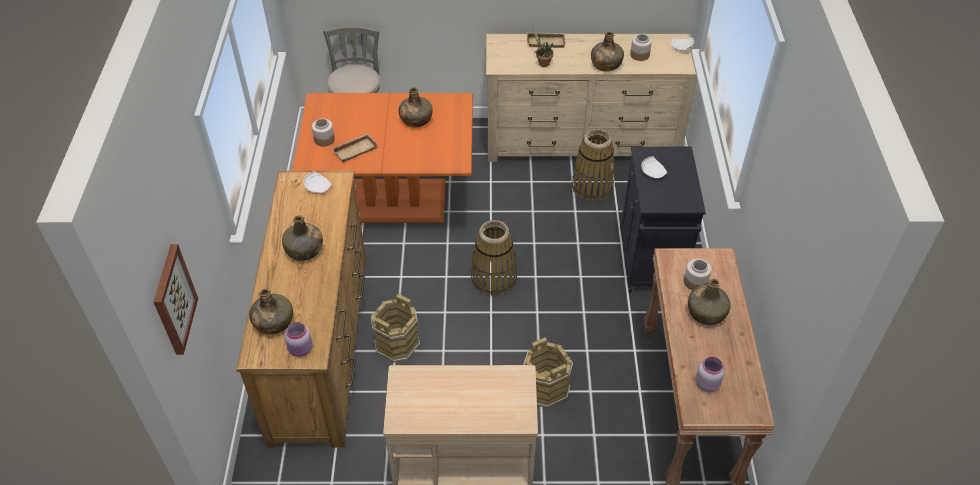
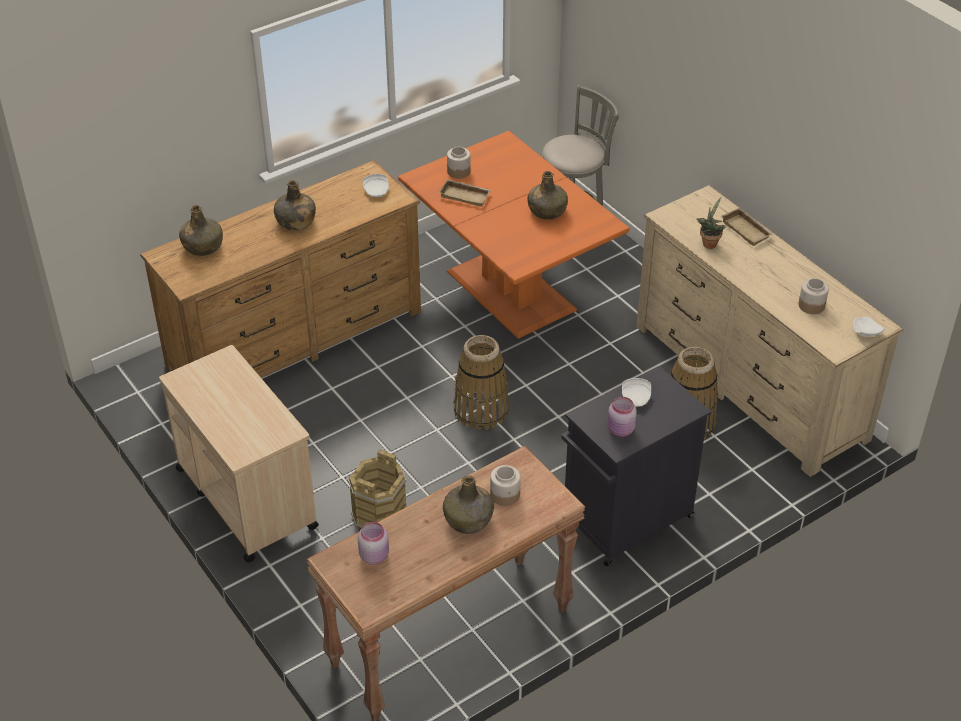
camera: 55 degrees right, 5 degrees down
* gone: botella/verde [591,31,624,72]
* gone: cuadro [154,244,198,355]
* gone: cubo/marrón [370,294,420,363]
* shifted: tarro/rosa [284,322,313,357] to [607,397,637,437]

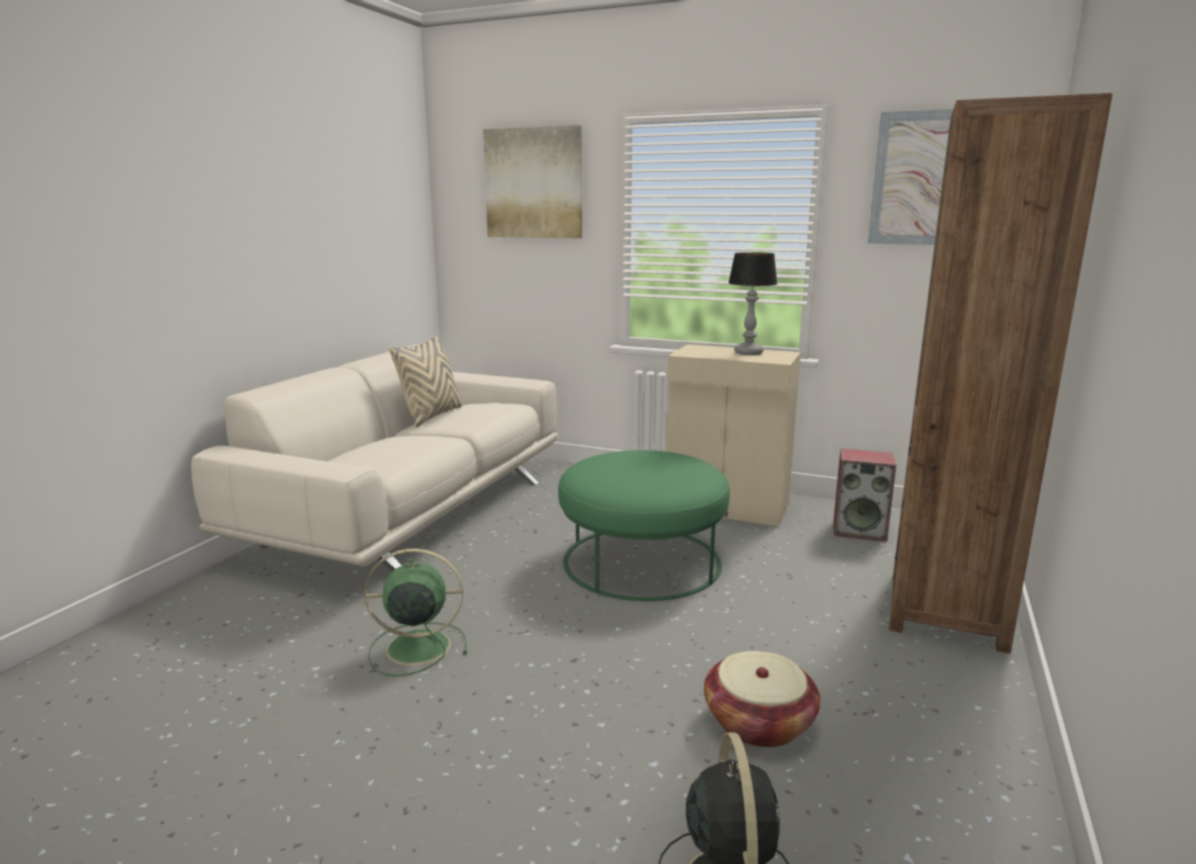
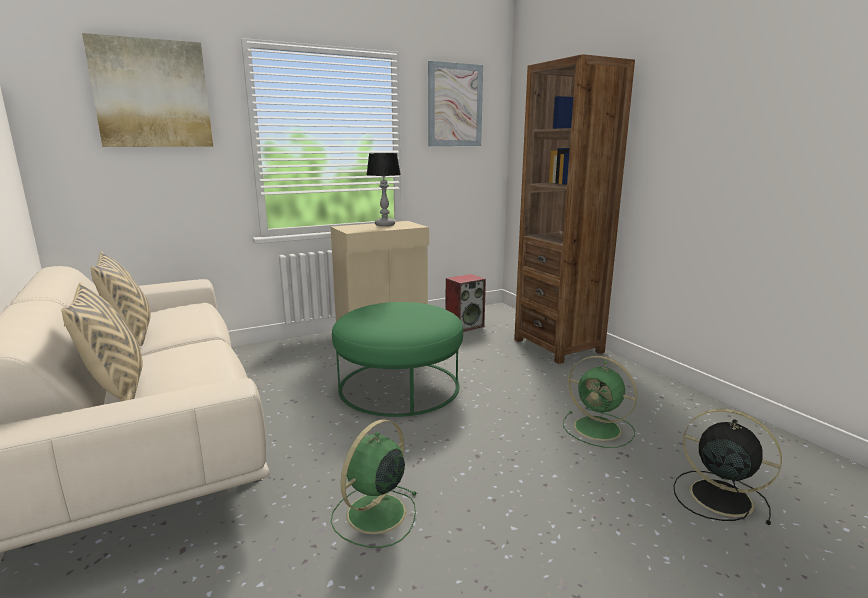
camera: 50 degrees left, 0 degrees up
* swapped: cesta [704,651,820,748] to ventilador/verde [563,356,637,448]
* new: cojín/beis [61,282,143,401]

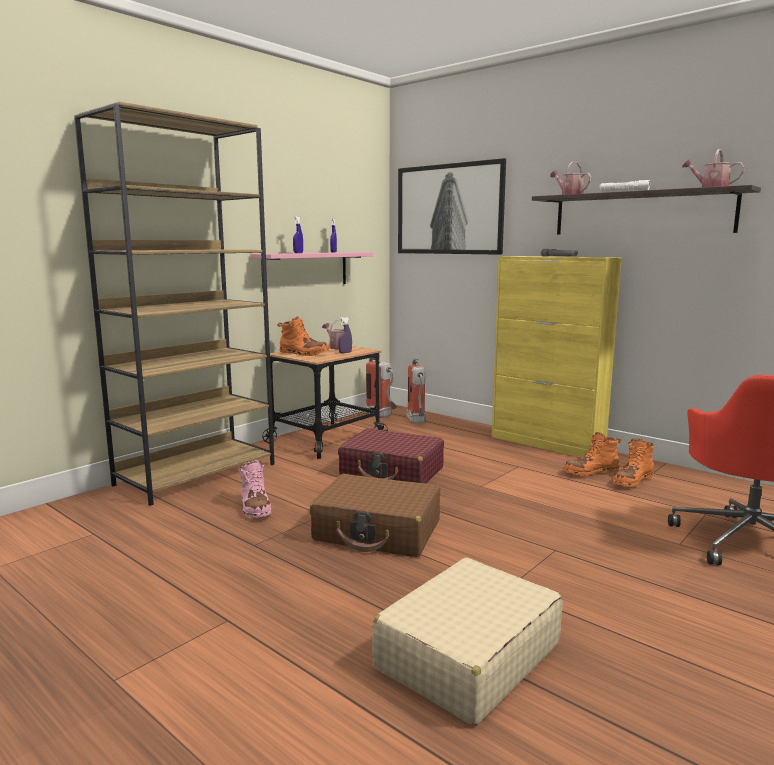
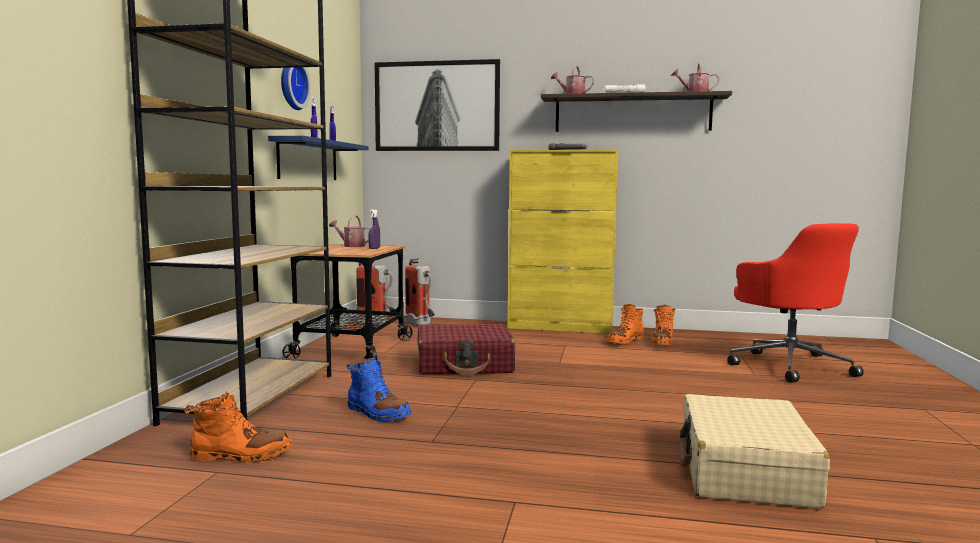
camera: 30 degrees left, 5 degrees down
* repainted: estante/rosa [250,252,373,290] to estante/azul [268,136,369,180]
* shifted: bota/naranja [277,316,329,356] to [184,391,292,462]
* repainted: bota/rosa [238,460,272,519] to bota/azul [346,358,412,422]
* gone: maleta/marrón [310,474,440,557]
* new: reloj de pared [281,67,311,110]

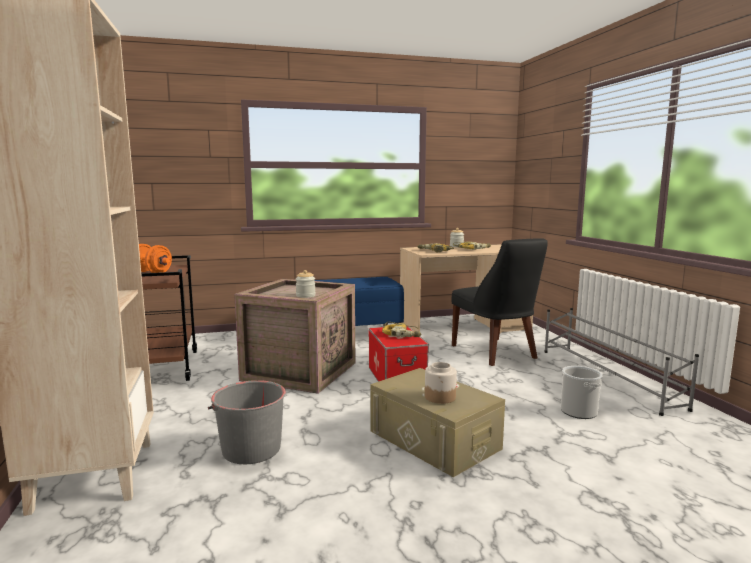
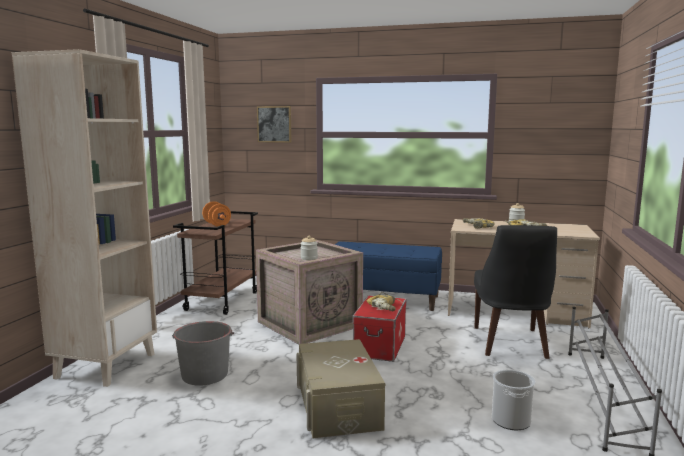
camera: 30 degrees right, 0 degrees up
* gone: tarro [425,362,457,404]
* new: cuadro [257,106,292,143]

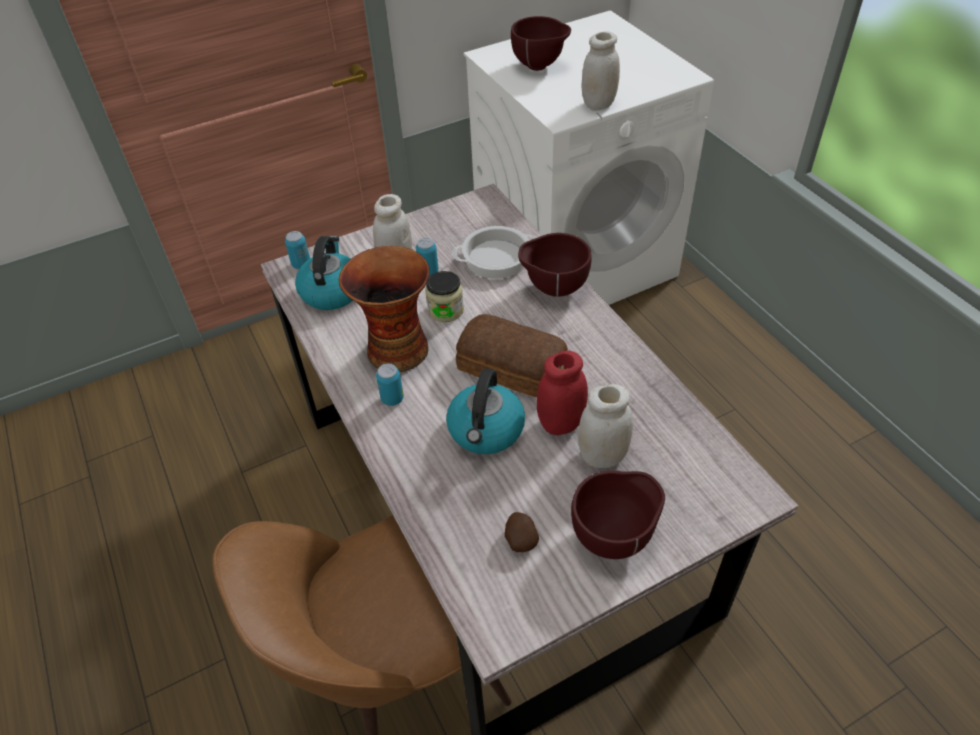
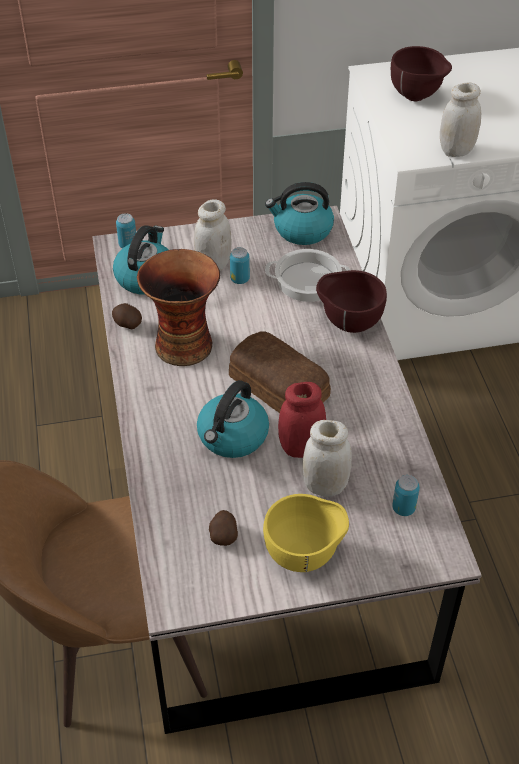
camera: 15 degrees right, 0 degrees up
* gone: tarro [425,271,464,322]
* shifted: lata [376,363,404,406] to [392,475,420,516]
* repainted: cuenco/marrón [571,471,665,559] to cuenco/amarillo [263,494,349,572]
* new: hervidor [265,182,334,245]
* new: patata [112,303,142,330]

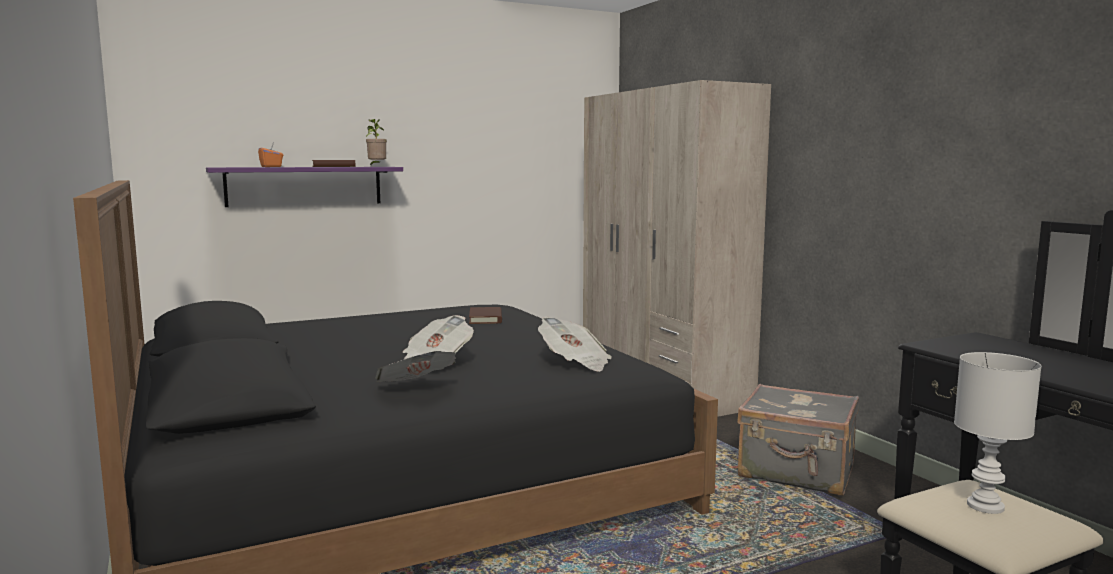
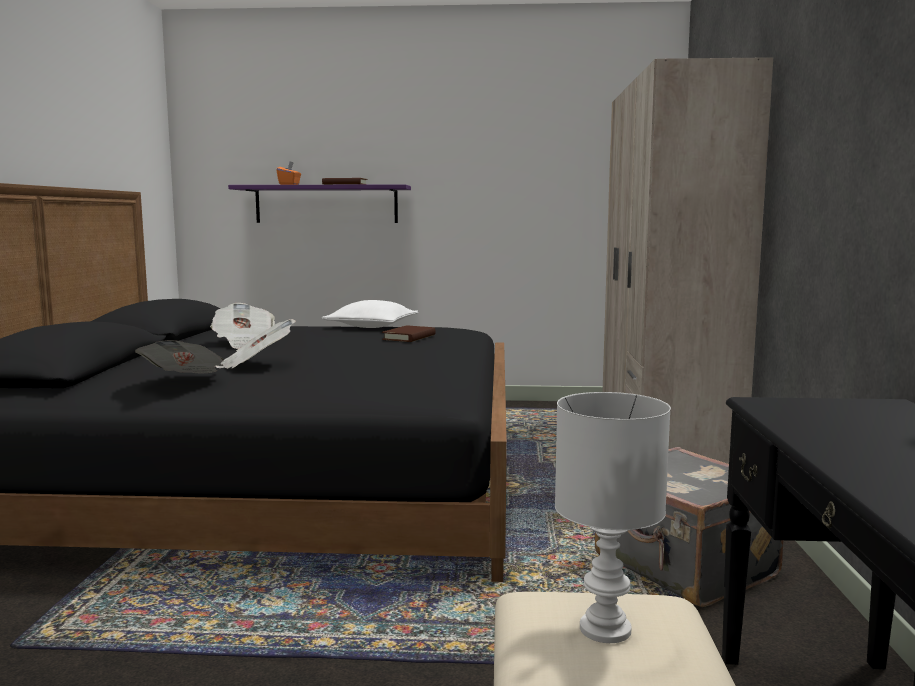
camera: 30 degrees right, 0 degrees up
* gone: planta en maceta [366,119,387,165]
* shifted: periódico [538,317,612,372] to [211,303,275,349]
* new: cojín/blanco [322,300,419,328]

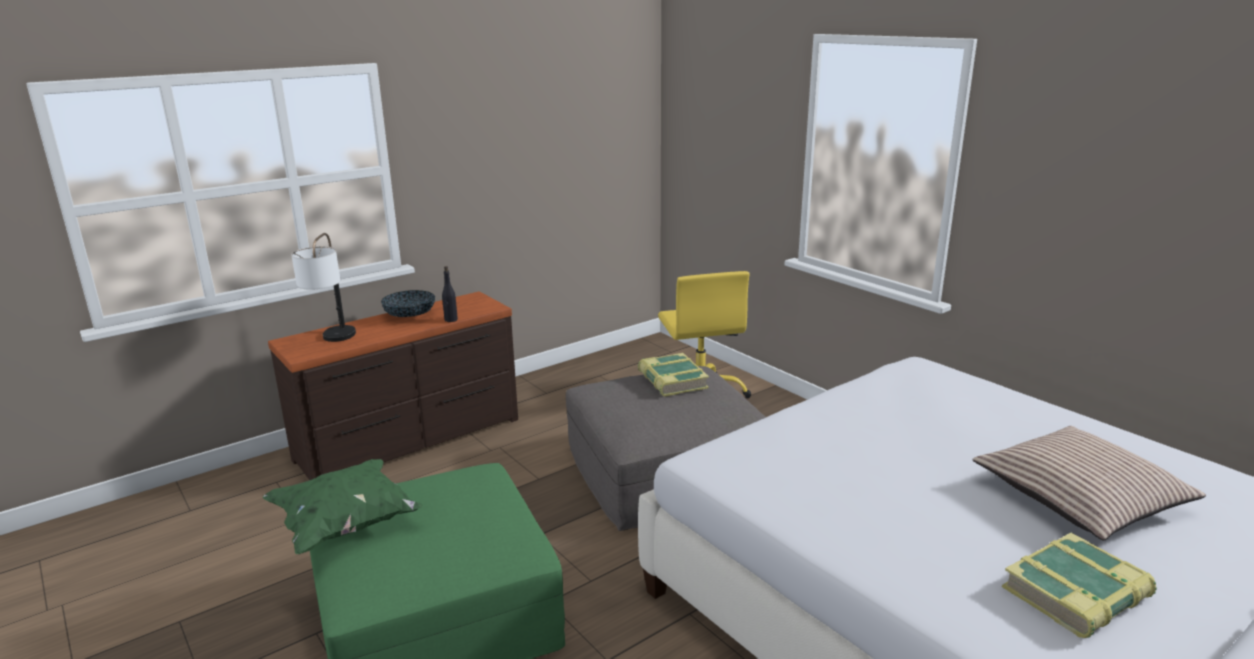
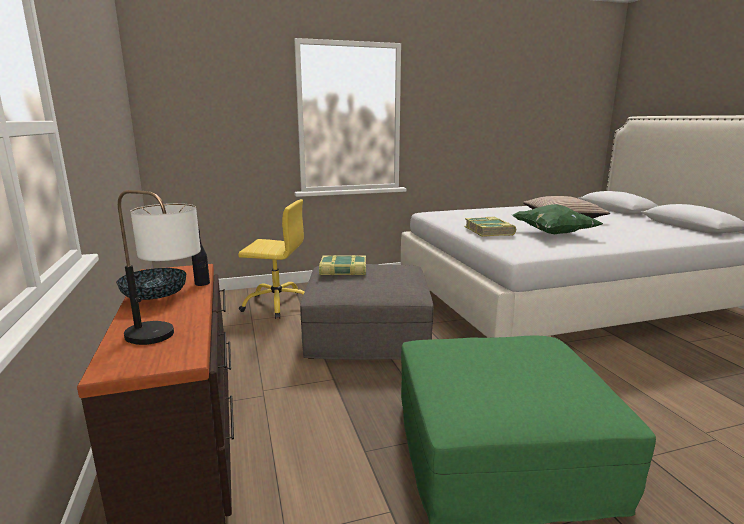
camera: 70 degrees left, 5 degrees down
* shifted: cojín/verde [263,459,422,554] to [512,204,603,234]
* shifted: libro [1002,533,1157,638] to [464,216,516,237]

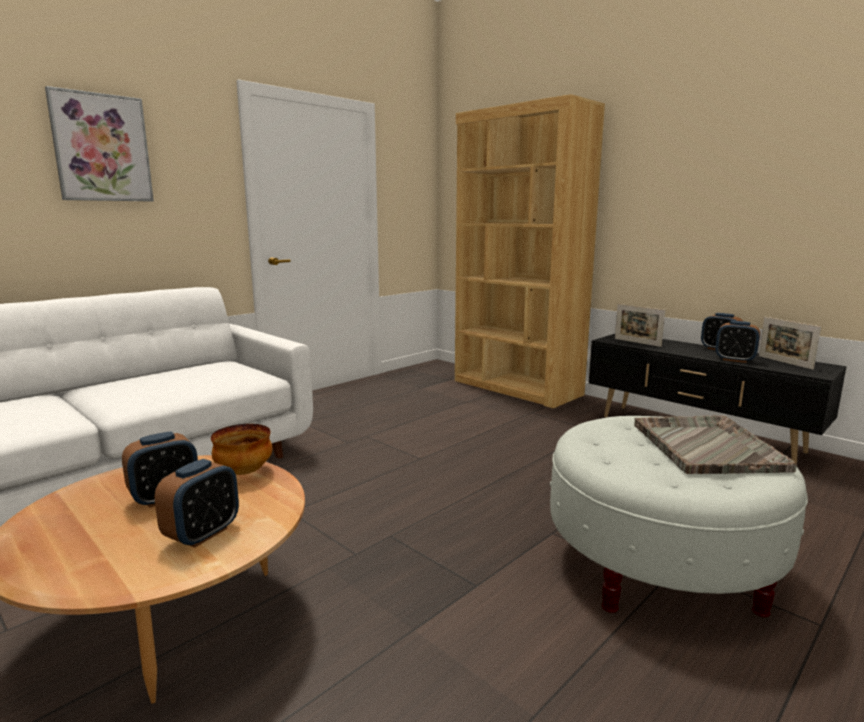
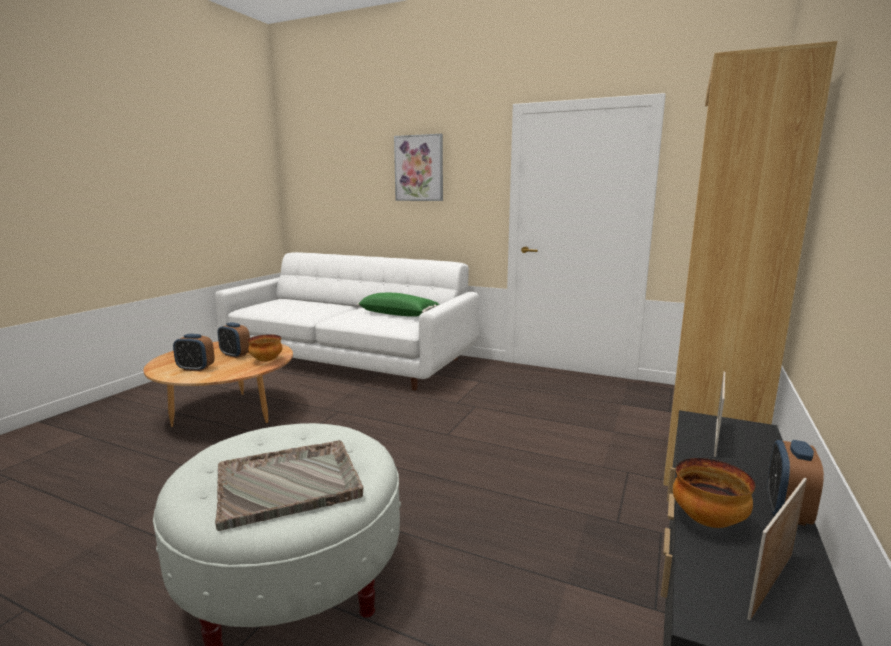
camera: 70 degrees right, 0 degrees up
* swapped: despertador [715,321,760,363] to cuenco [673,458,755,528]
* new: cojín/verde [357,293,440,317]

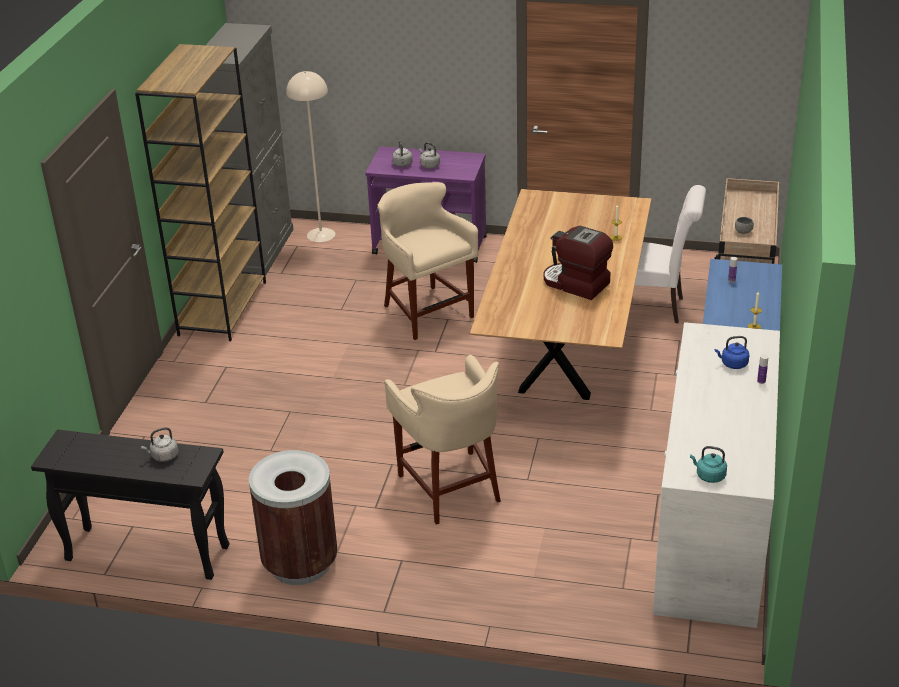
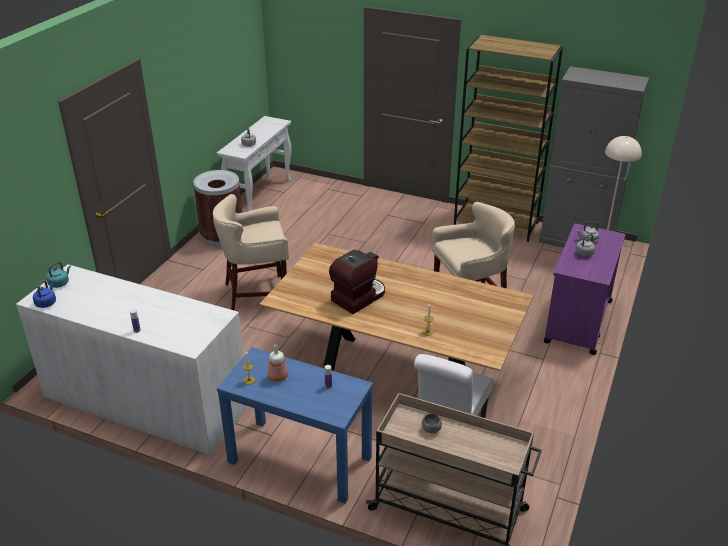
camera: 100 degrees right, 0 degrees up
* shifted: hervidor/azul [715,336,749,369] to [33,280,56,308]
* repainted: mesa consola/negro [31,429,229,580] to mesa consola/blanco [217,116,291,211]
* new: botella [268,344,288,382]

